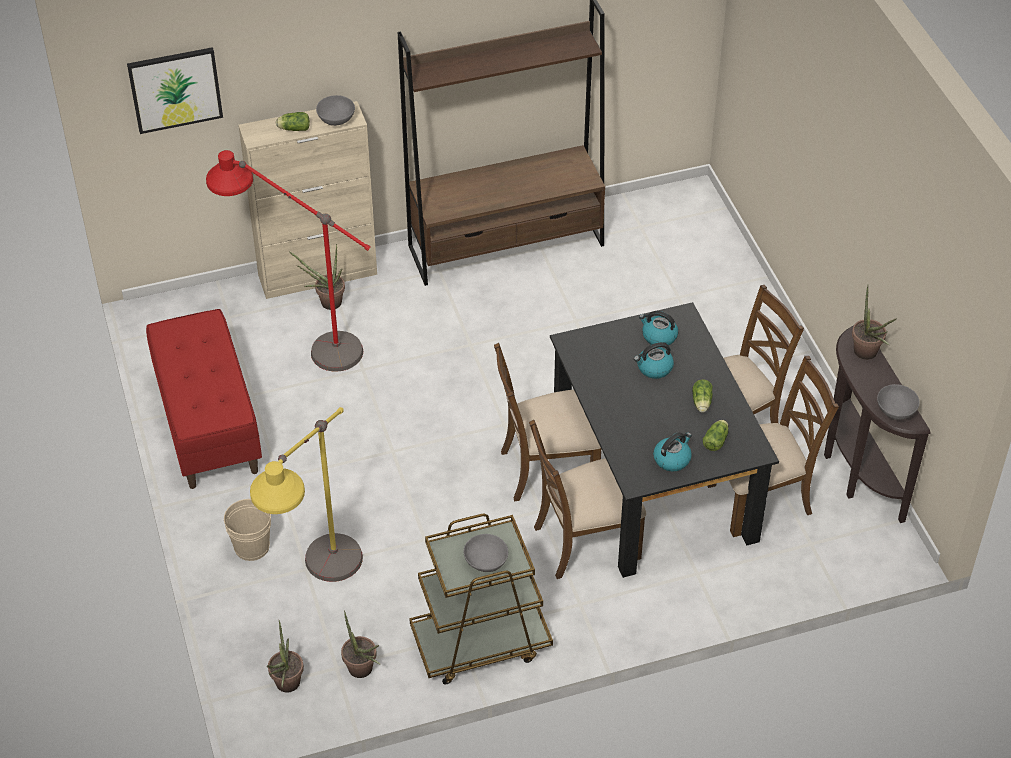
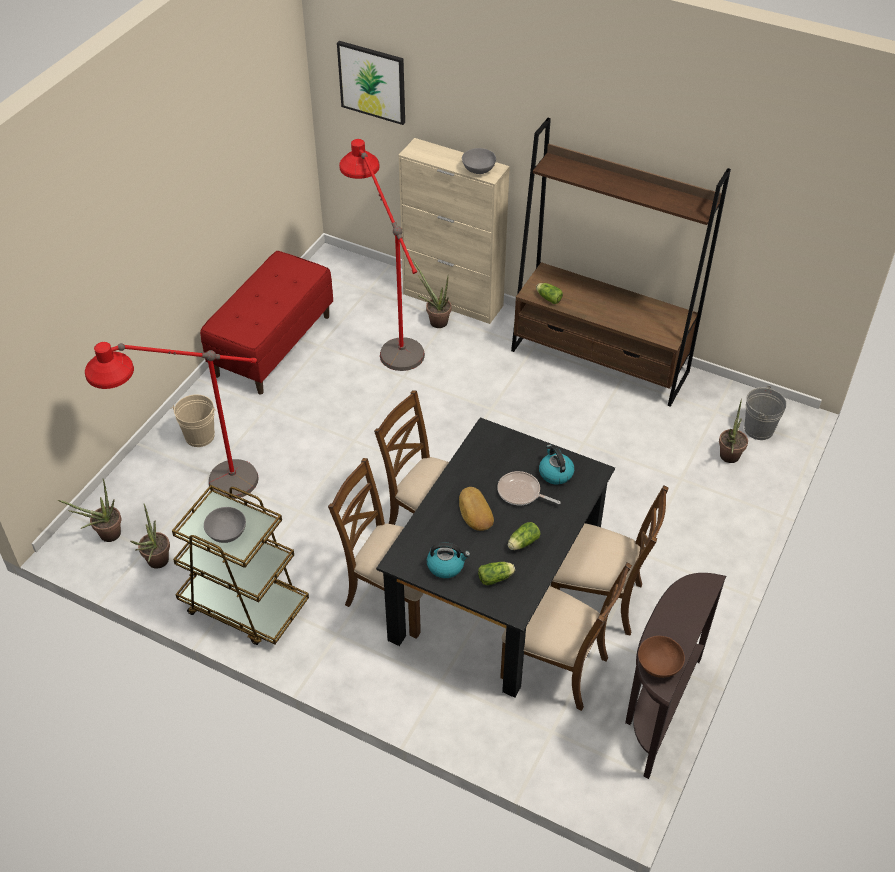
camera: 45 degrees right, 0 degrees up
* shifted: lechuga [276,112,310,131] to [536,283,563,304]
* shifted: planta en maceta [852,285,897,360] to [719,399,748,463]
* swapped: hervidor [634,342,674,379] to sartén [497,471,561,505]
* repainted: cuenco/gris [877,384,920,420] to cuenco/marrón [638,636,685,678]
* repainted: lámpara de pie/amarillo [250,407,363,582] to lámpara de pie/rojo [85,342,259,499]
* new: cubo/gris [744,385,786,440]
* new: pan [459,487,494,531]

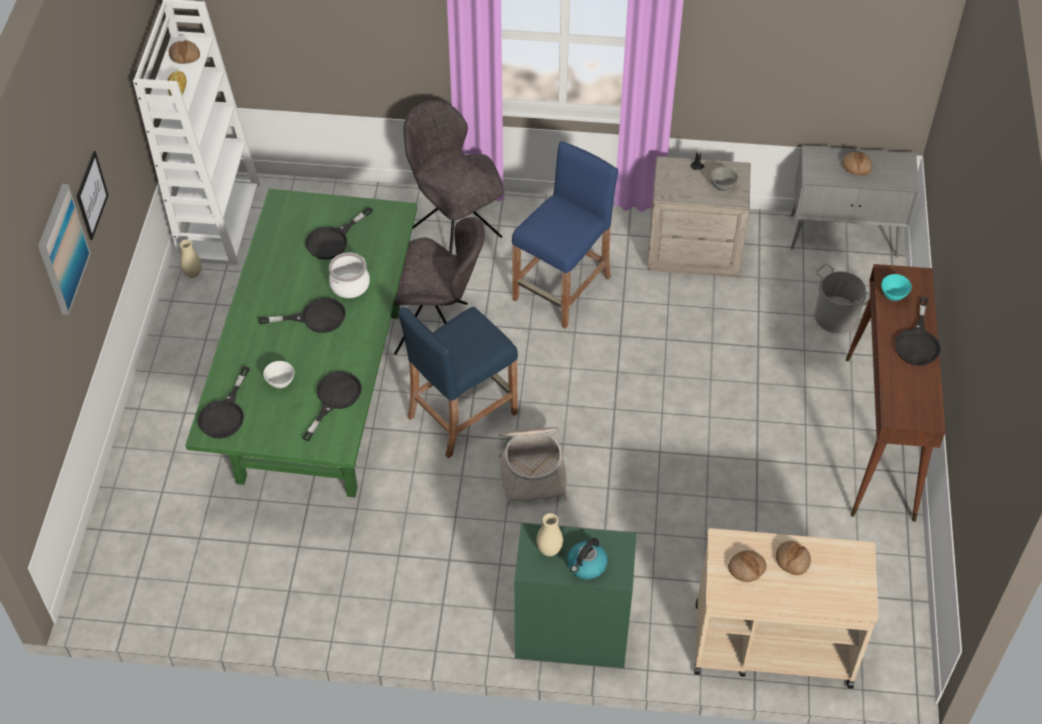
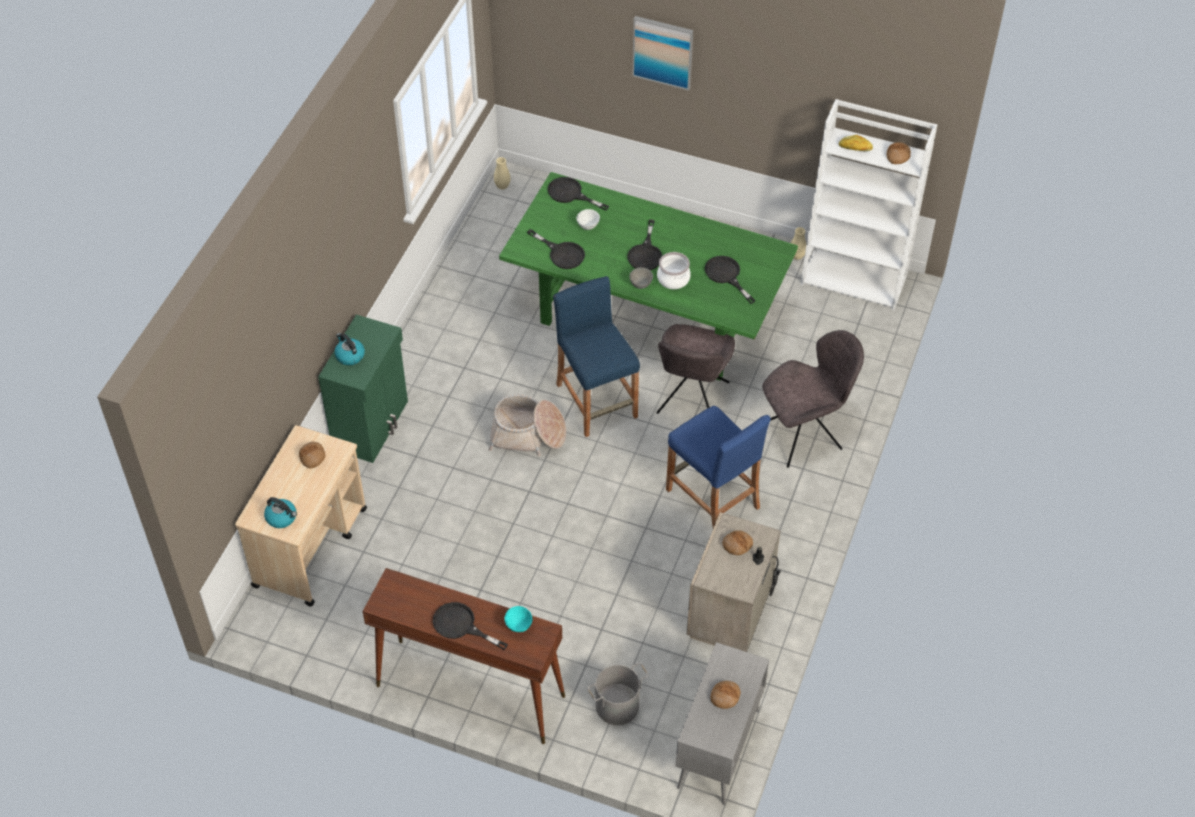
camera: 105 degrees right, 0 degrees up
* gone: cuadro [76,151,108,240]
* shifted: cuenco/gris [710,167,738,191] to [630,267,653,289]
* shifted: florero/beis [537,513,563,556] to [494,157,511,190]
* shifted: pan [776,541,811,575] to [722,530,753,555]
* new: hervidor [264,497,297,528]

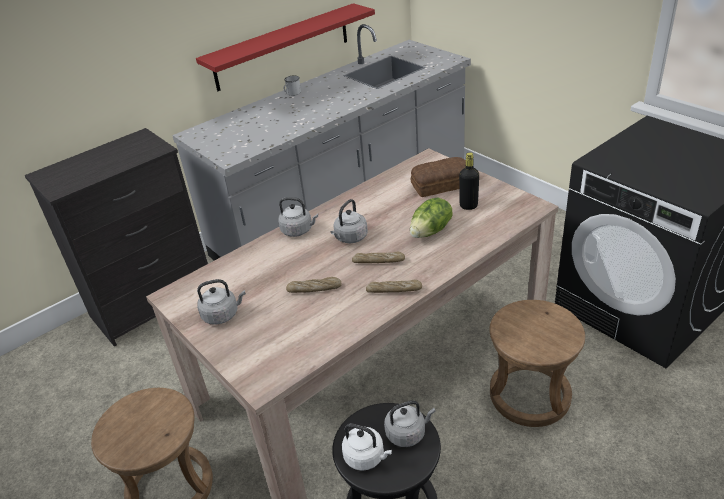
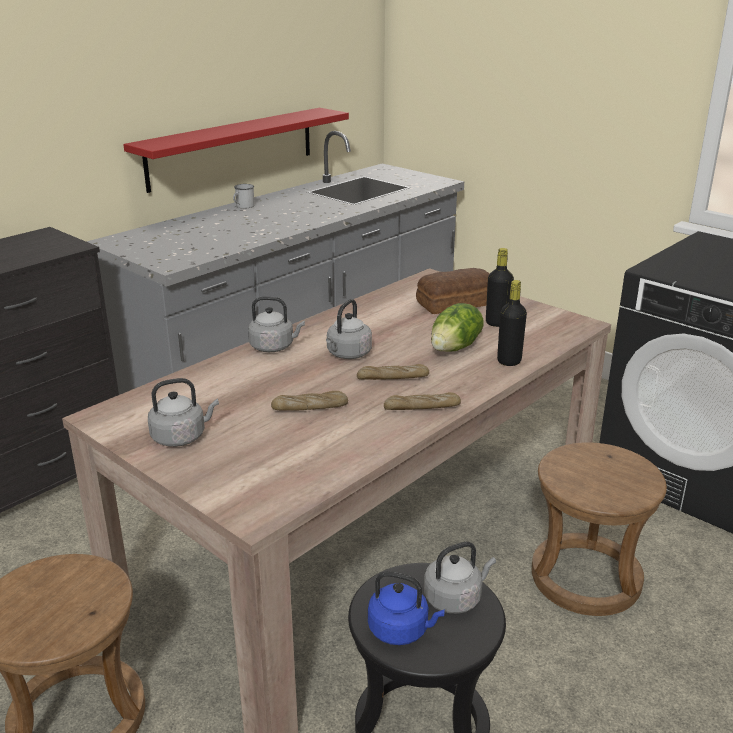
camera: 10 degrees left, 10 degrees down
* repainted: hervidor/blanco [342,423,392,471] to hervidor/azul [368,571,445,645]
* new: botella/negro [497,280,527,366]

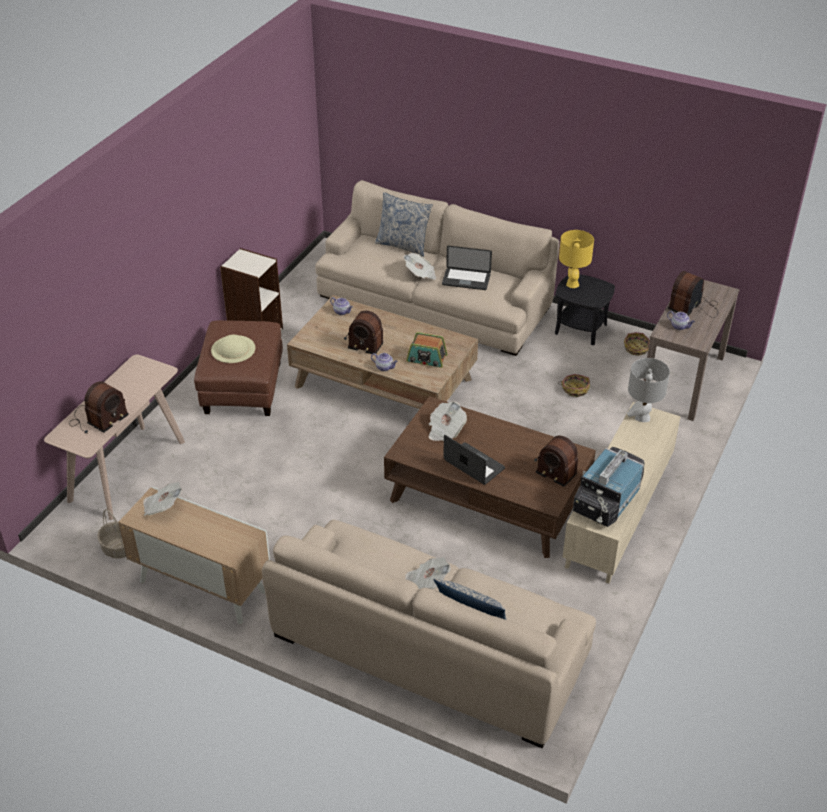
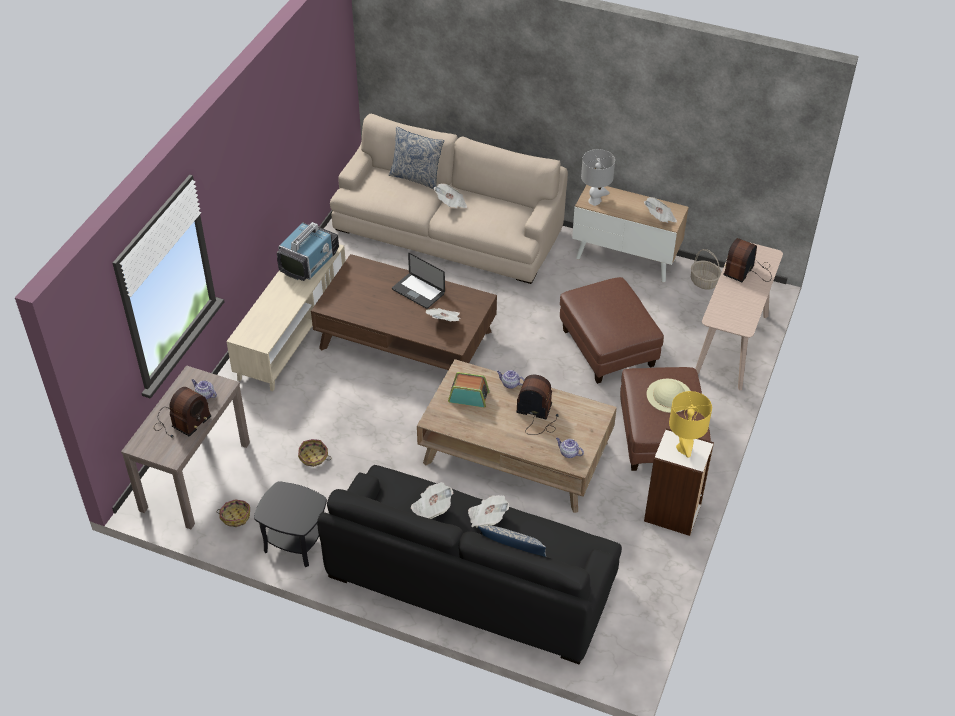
camera: 175 degrees right, 5 degrees up
* repainted: sofá/beis [315,180,559,356] to sofá/negro [317,465,622,664]
* shifted: lámpara de mesa/amarillo [559,230,594,288] to [669,391,712,458]
* swapped: portátil [442,246,492,290] to periódico [411,482,453,519]
* shifted: lámpara de mesa/gris [627,358,670,422] to [581,149,615,206]
* gone: radio [534,436,578,487]
* new: puf/marrón [560,277,664,384]

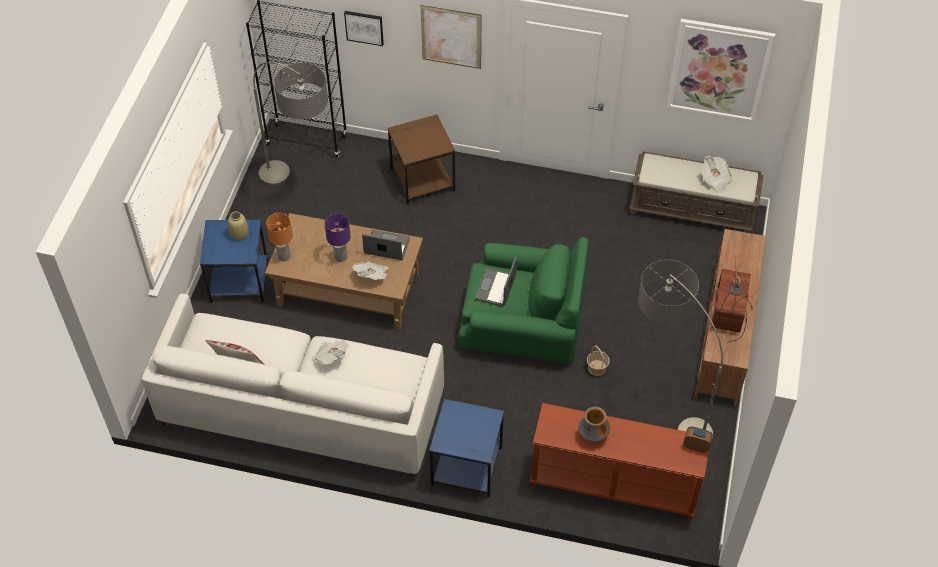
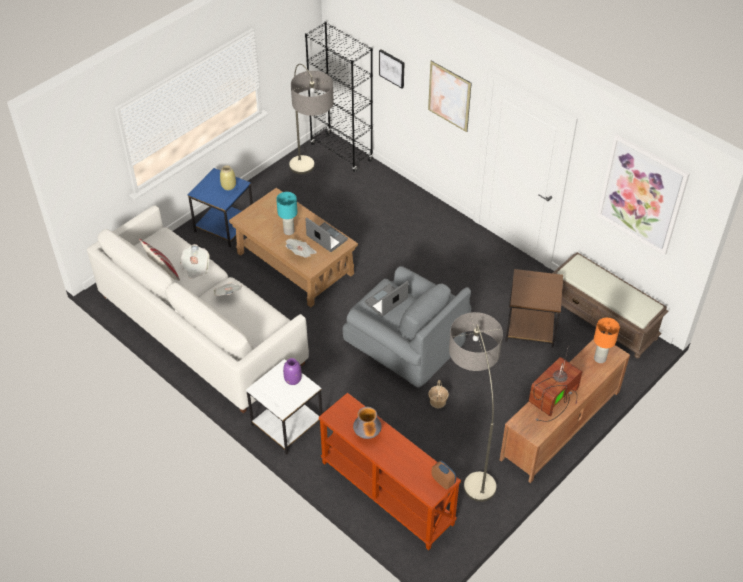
camera: 30 degrees right, 5 degrees down
* shifted: mesa auxiliar/marrón [387,114,455,205] to [505,269,563,347]
* shifted: periódico [701,156,733,193] to [180,244,210,279]
* shifted: lámpara de mesa/naranja [266,213,293,261] to [594,318,620,363]
* repainted: lámpara de mesa/morado [325,213,350,262] to lámpara de mesa/turquesa [276,192,298,235]
* repainted: sillón/verde [459,237,589,363] to sillón/gris [343,266,471,387]
* repainted: mesa auxiliar/azul [429,399,504,497] to mesa auxiliar/blanco [246,359,322,455]
* new: florero/morado [283,358,302,385]

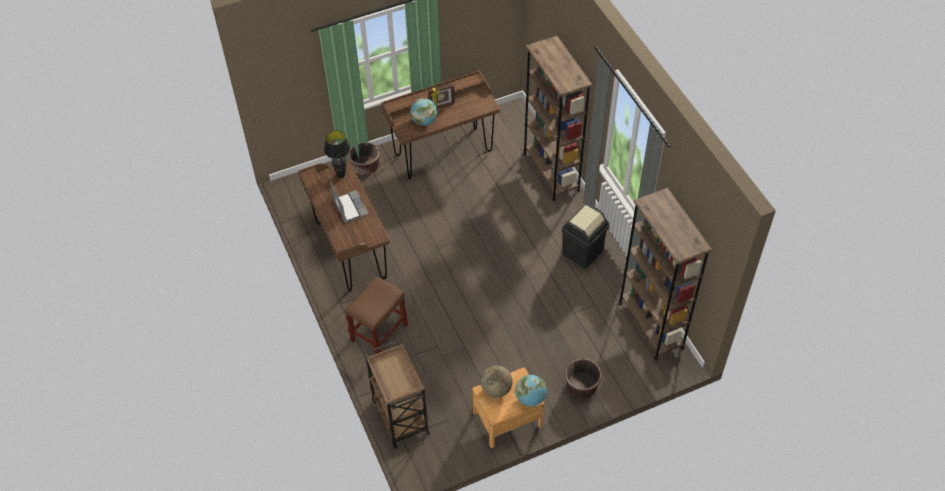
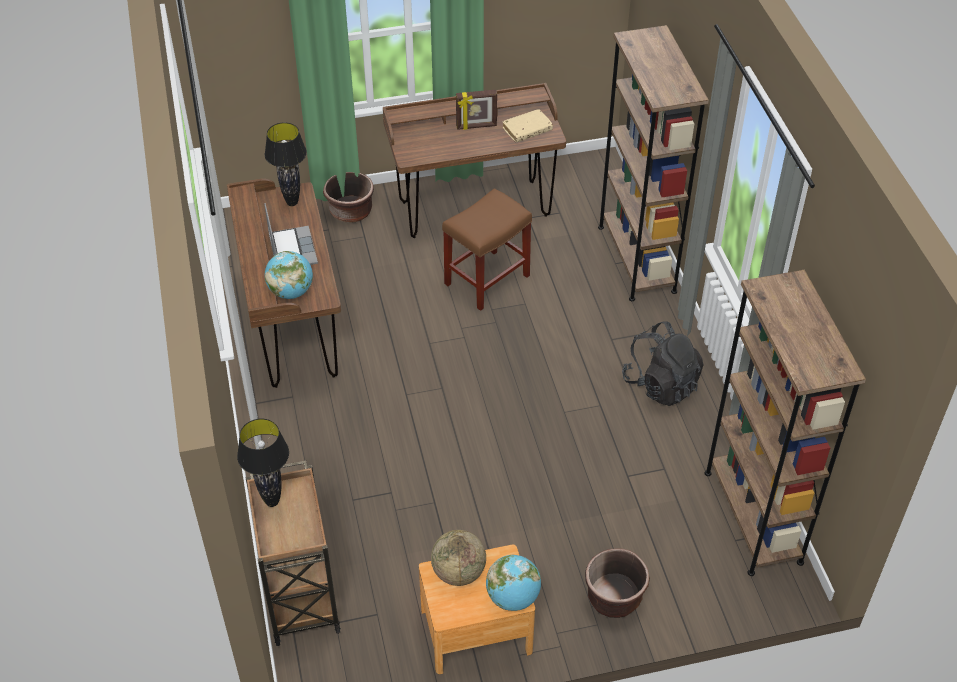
camera: 10 degrees right, 5 degrees down
* shifted: globo terráqueo [411,98,438,126] to [265,251,313,299]
* swapped: papelera/negro [562,204,609,269] to mochila/negro [622,321,703,406]
* shifted: taburete/marrón [345,276,408,354] to [442,188,532,311]
* new: libro/beis [503,109,553,142]
* new: lámpara de mesa/negro [237,419,289,507]

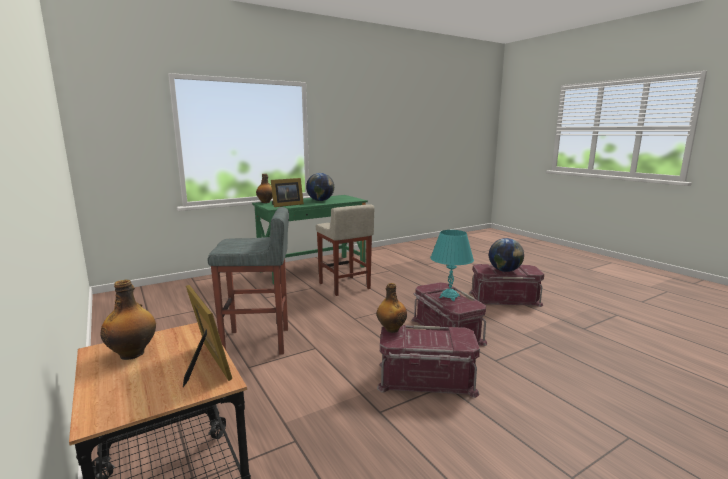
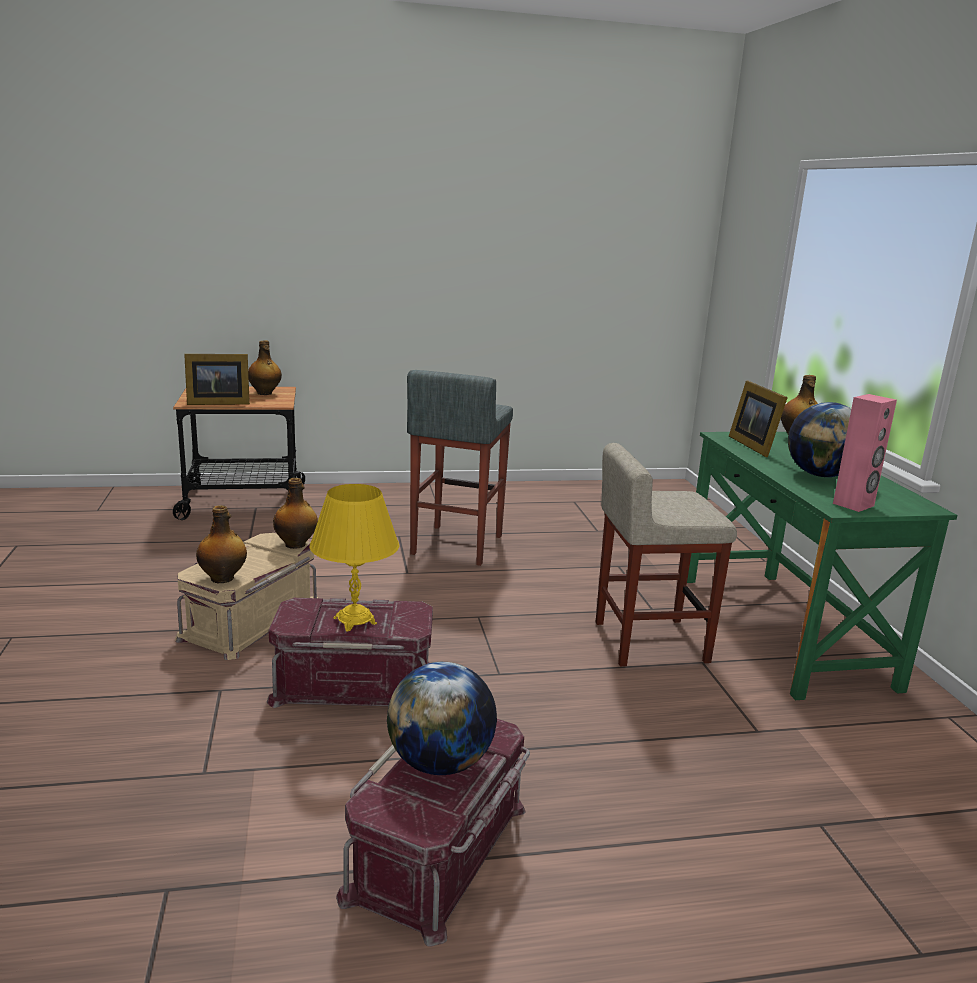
camera: 110 degrees right, 5 degrees up
* repainted: lámpara de mesa/turquesa [430,230,474,301] to lámpara de mesa/amarillo [309,484,399,632]
* repainted: caja de almacenaje/rojo [377,325,480,398] to caja de almacenaje/beis [175,533,318,660]
* new: altavoz/rosa [833,394,897,512]
* new: botella [196,505,247,583]

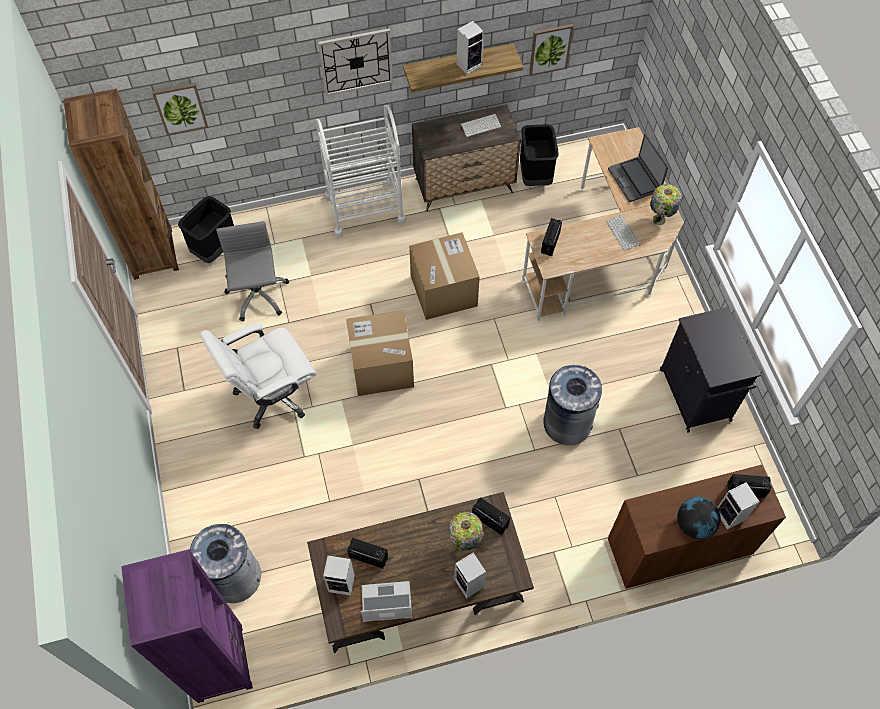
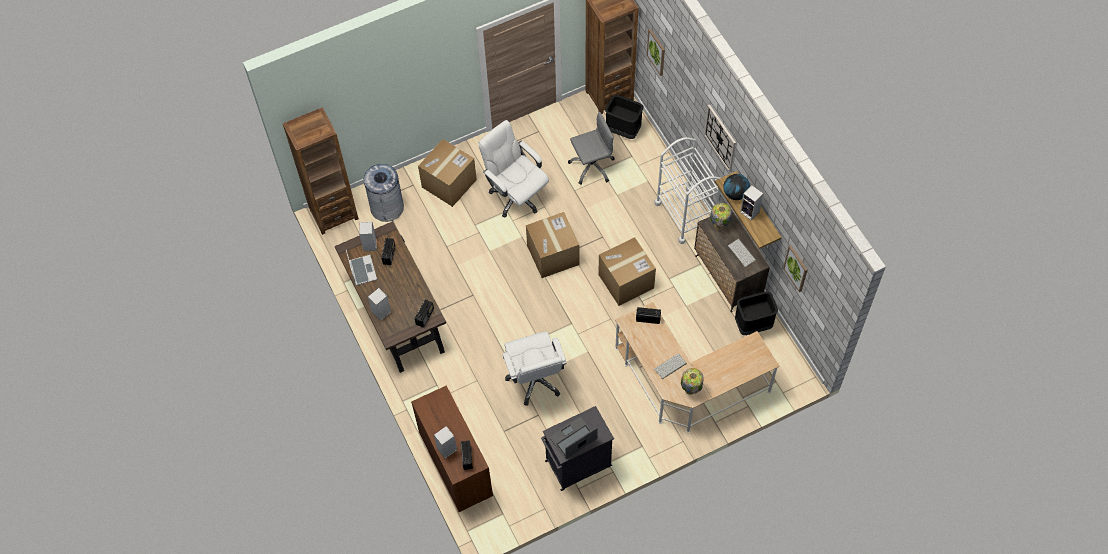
camera: 80 degrees right, 0 degrees up
* shifted: portátil [608,134,668,202] to [550,417,598,459]
* swapped: papelera/gris [543,365,602,445] to silla de oficina/blanco [503,331,567,406]
* shifted: globo terráqueo [677,497,721,539] to [723,174,750,200]
* shifted: lámpara de mesa [449,512,483,551] to [710,203,732,230]
* repainted: estantería/morado [121,549,253,703] to estantería/marrón [283,107,359,235]
* new: caja de cartón [418,139,477,207]

